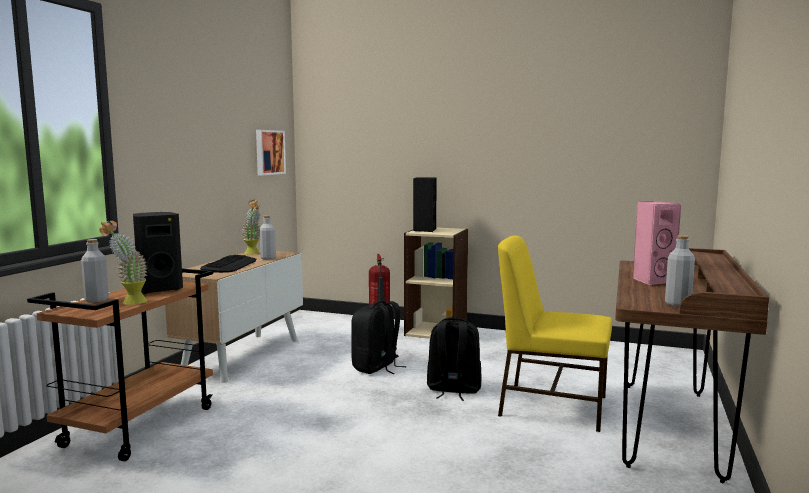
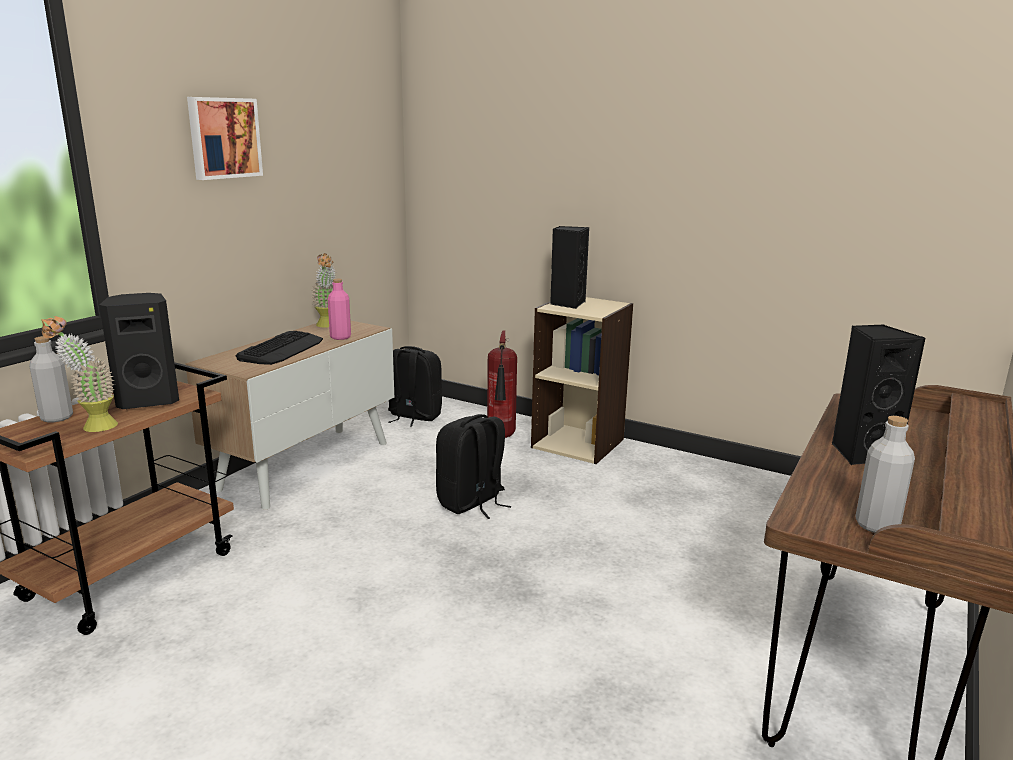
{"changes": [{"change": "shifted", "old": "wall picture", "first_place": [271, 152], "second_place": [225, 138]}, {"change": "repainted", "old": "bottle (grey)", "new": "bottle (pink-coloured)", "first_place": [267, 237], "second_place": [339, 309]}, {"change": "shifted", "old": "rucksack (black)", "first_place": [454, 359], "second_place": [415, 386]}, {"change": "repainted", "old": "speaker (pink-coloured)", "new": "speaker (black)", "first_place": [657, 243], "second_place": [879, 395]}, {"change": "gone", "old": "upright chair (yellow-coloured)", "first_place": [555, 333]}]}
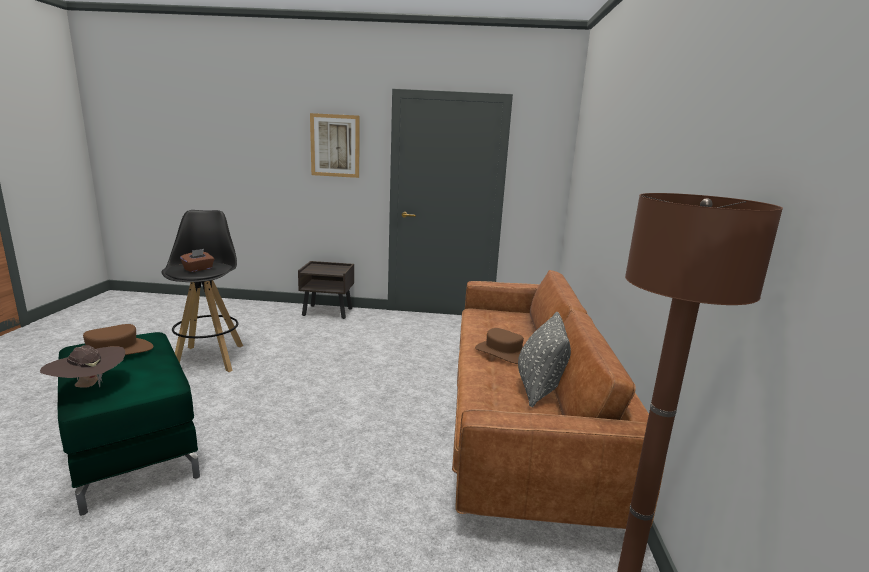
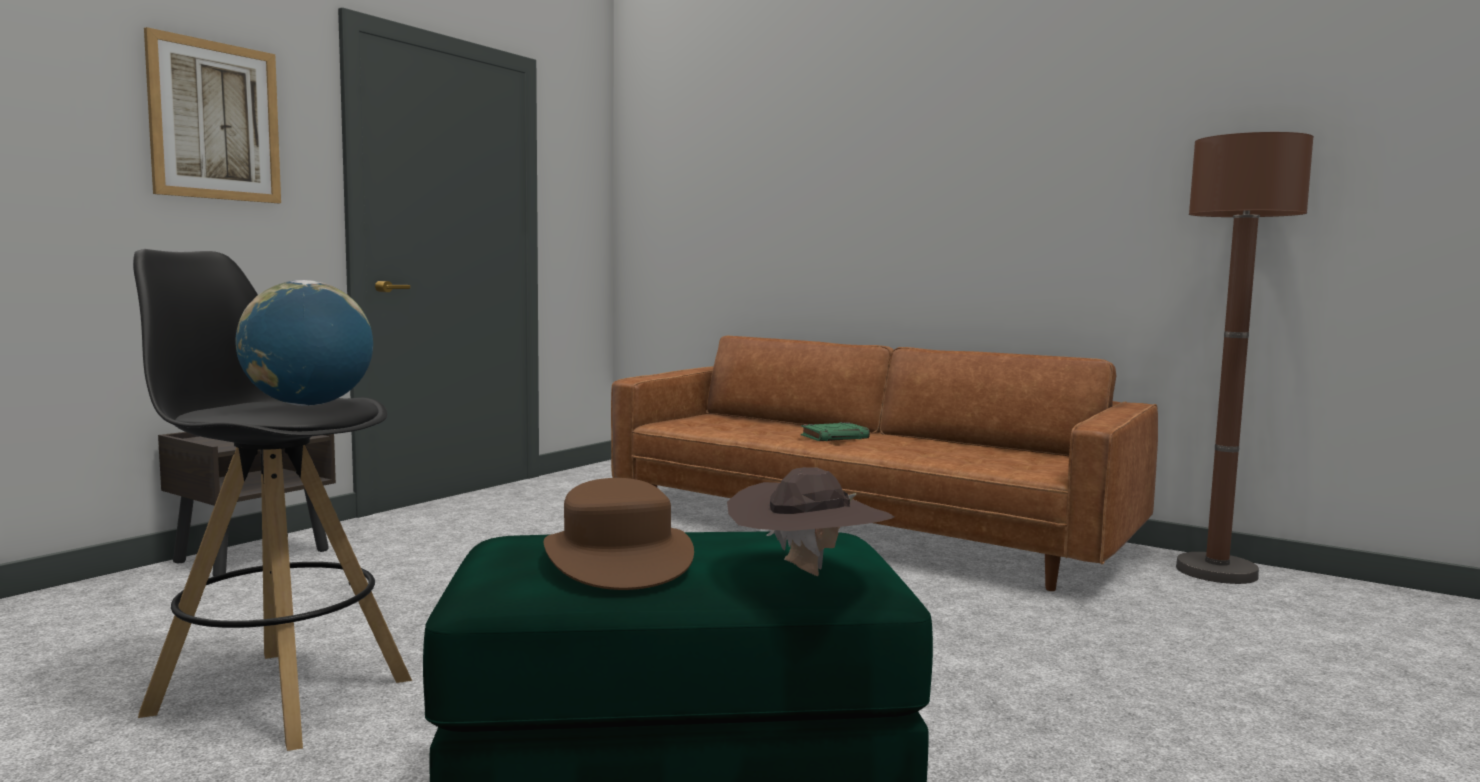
{"changes": [{"change": "swapped", "old": "tissue box (brown-coloured)", "new": "desk globe", "first_place": [197, 260], "second_place": [304, 343]}, {"change": "swapped", "old": "clothing hat (brown-coloured)", "new": "book (green)", "first_place": [499, 346], "second_place": [835, 431]}, {"change": "gone", "old": "pillow (grey)", "first_place": [544, 359]}]}
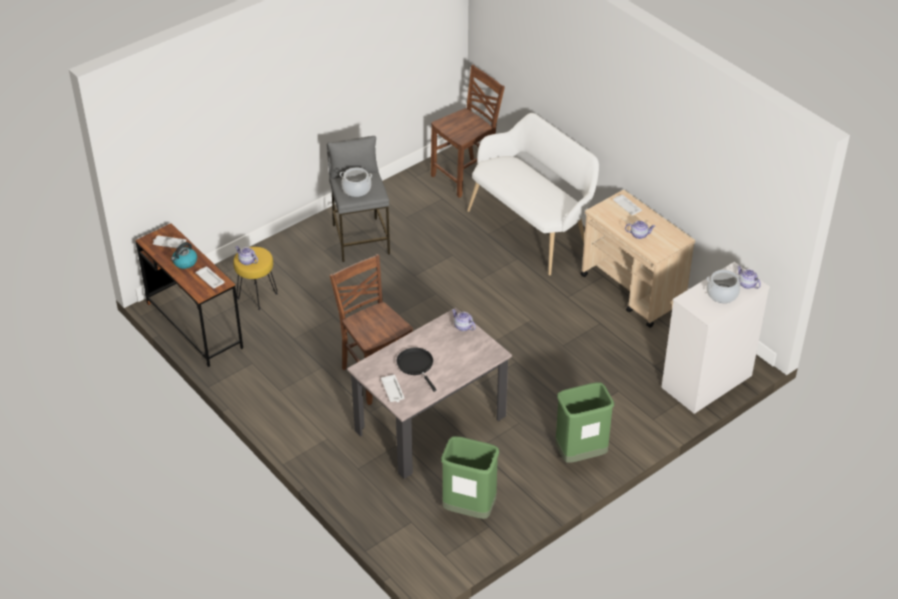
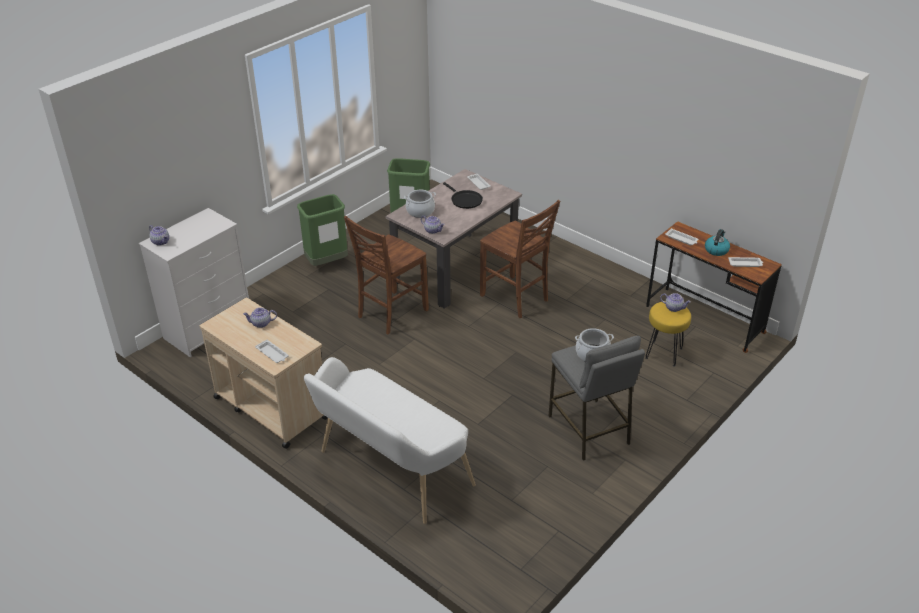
{"changes": [{"change": "shifted", "old": "upright chair (brown-coloured)", "first_place": [468, 131], "second_place": [386, 275]}, {"change": "shifted", "old": "cooking pot", "first_place": [725, 286], "second_place": [420, 204]}]}
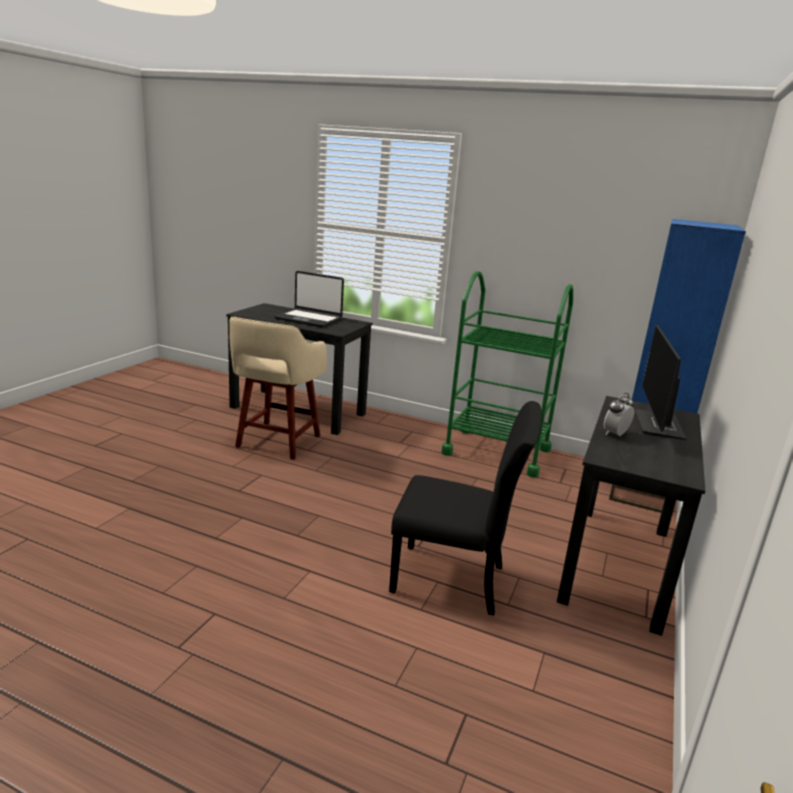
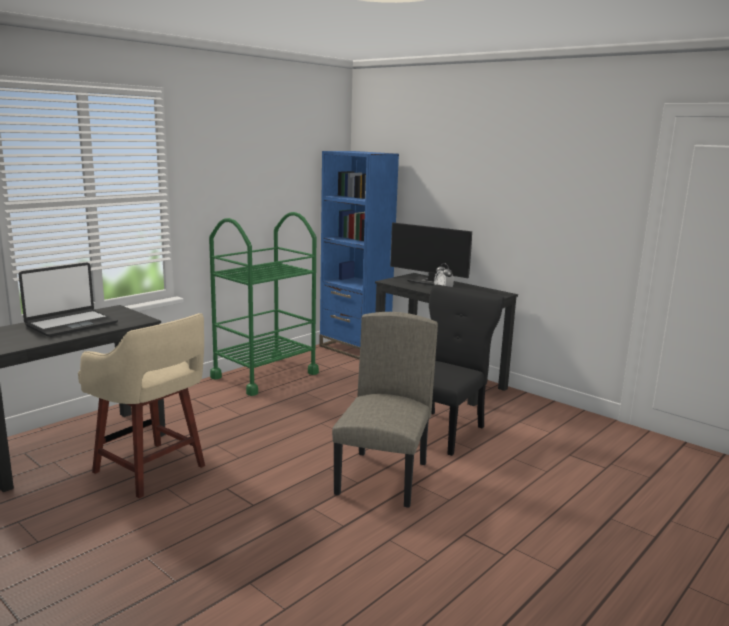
{"changes": [{"change": "new", "new": "upright chair (beige)", "second_place": [385, 410]}]}
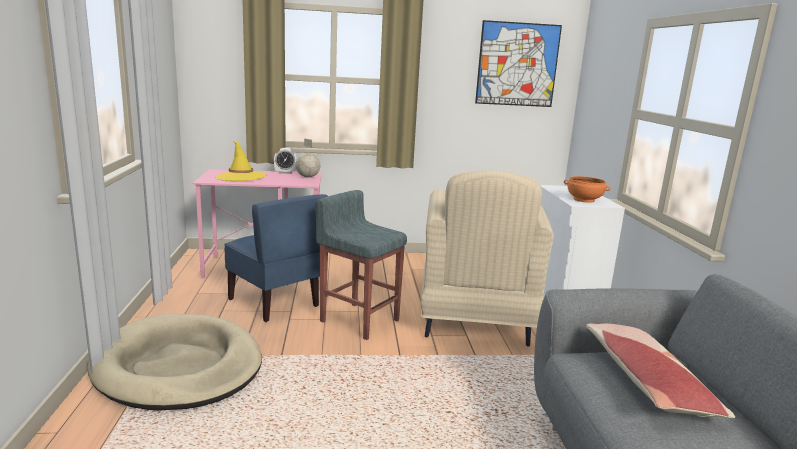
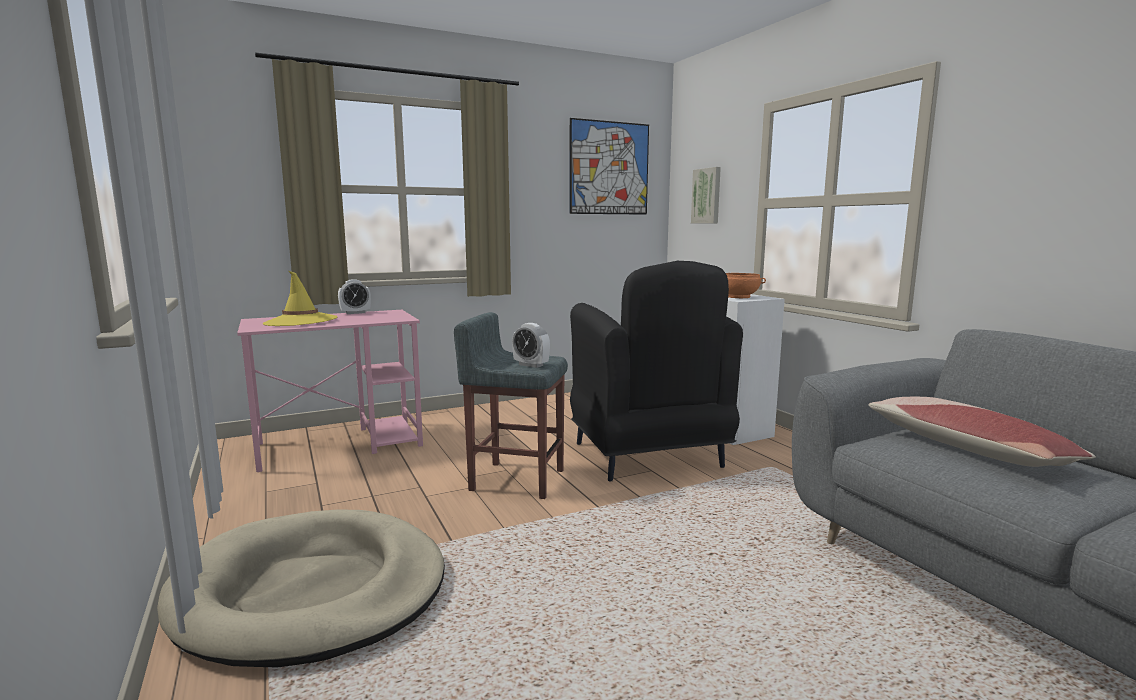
{"changes": [{"change": "new", "new": "table clock", "second_place": [531, 345]}, {"change": "repainted", "old": "easy chair (beige)", "new": "easy chair (black)", "first_place": [487, 258], "second_place": [656, 371]}, {"change": "new", "new": "wall picture", "second_place": [706, 195]}, {"change": "gone", "old": "upright chair (bluish)", "first_place": [276, 258]}, {"change": "gone", "old": "desk globe", "first_place": [308, 158]}]}
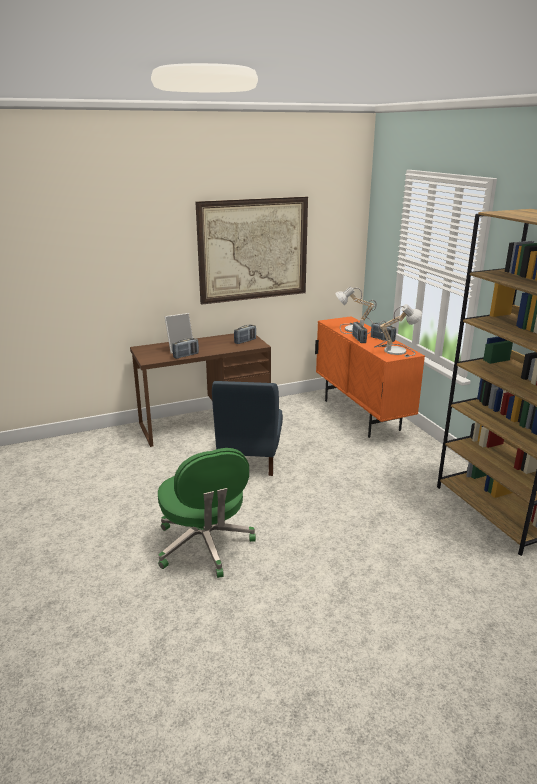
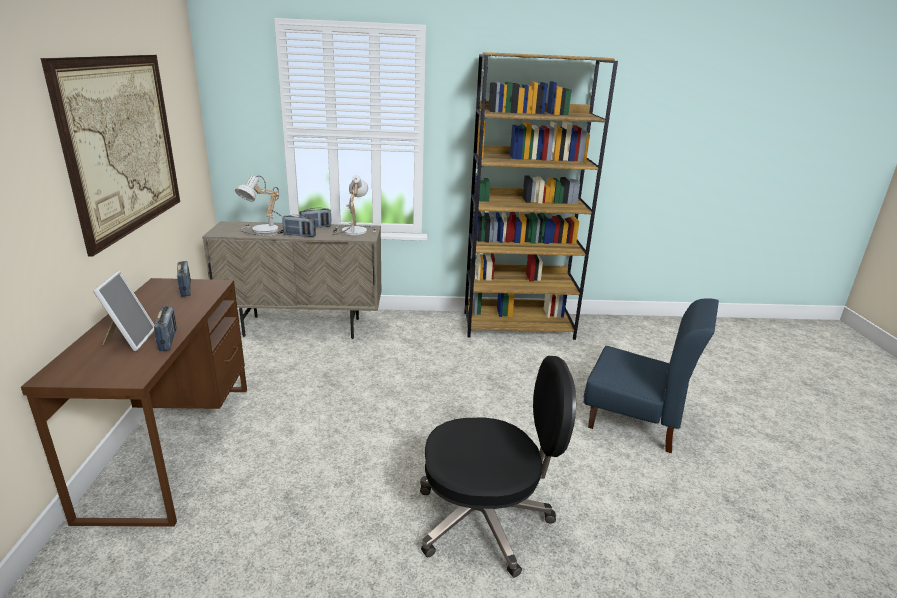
{"changes": [{"change": "repainted", "old": "storage cabinet (orange)", "new": "storage cabinet (beige)", "first_place": [370, 377], "second_place": [292, 280]}, {"change": "repainted", "old": "computer chair (green)", "new": "computer chair (black)", "first_place": [207, 513], "second_place": [498, 467]}, {"change": "shifted", "old": "upright chair (bluish)", "first_place": [247, 428], "second_place": [651, 375]}]}
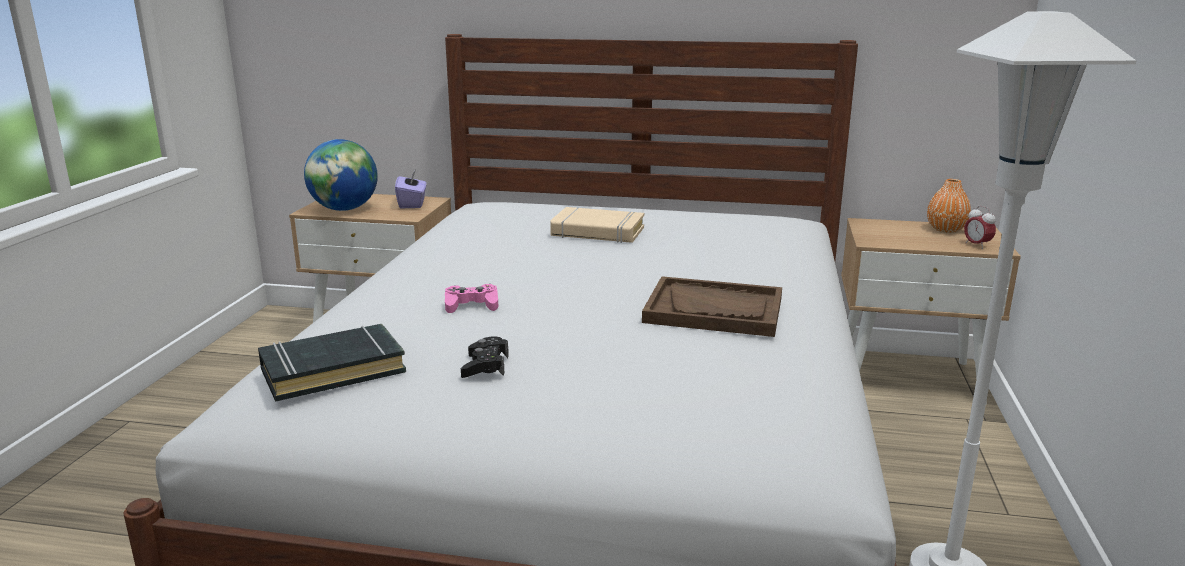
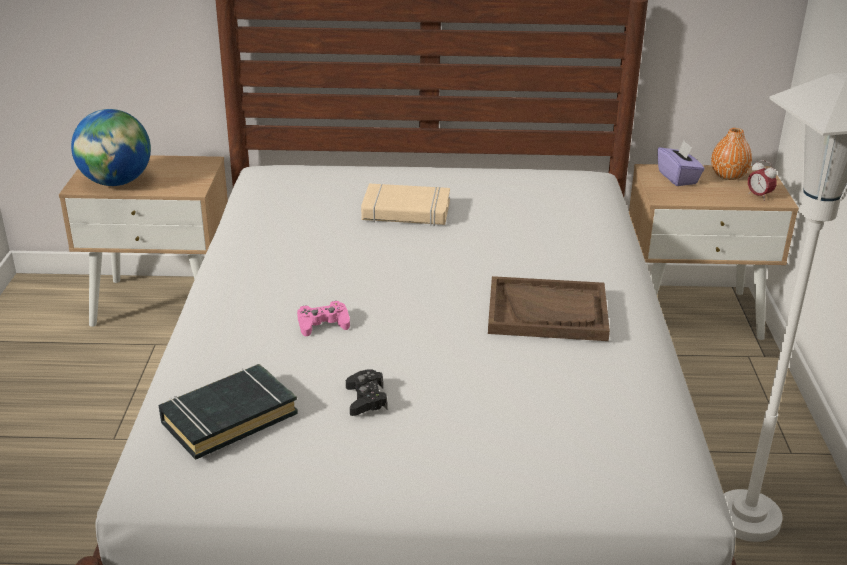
{"changes": [{"change": "shifted", "old": "tissue box (purple)", "first_place": [411, 189], "second_place": [681, 163]}]}
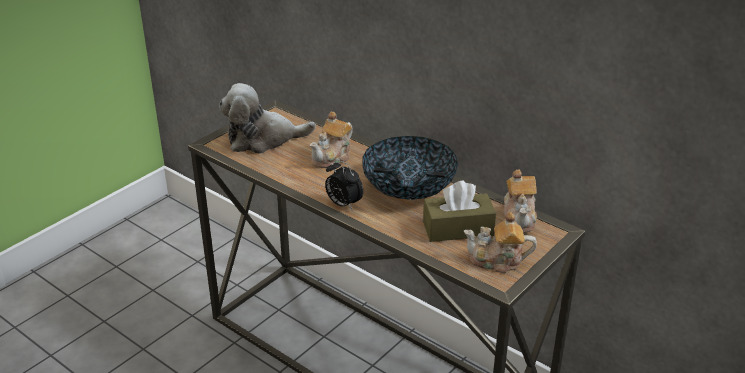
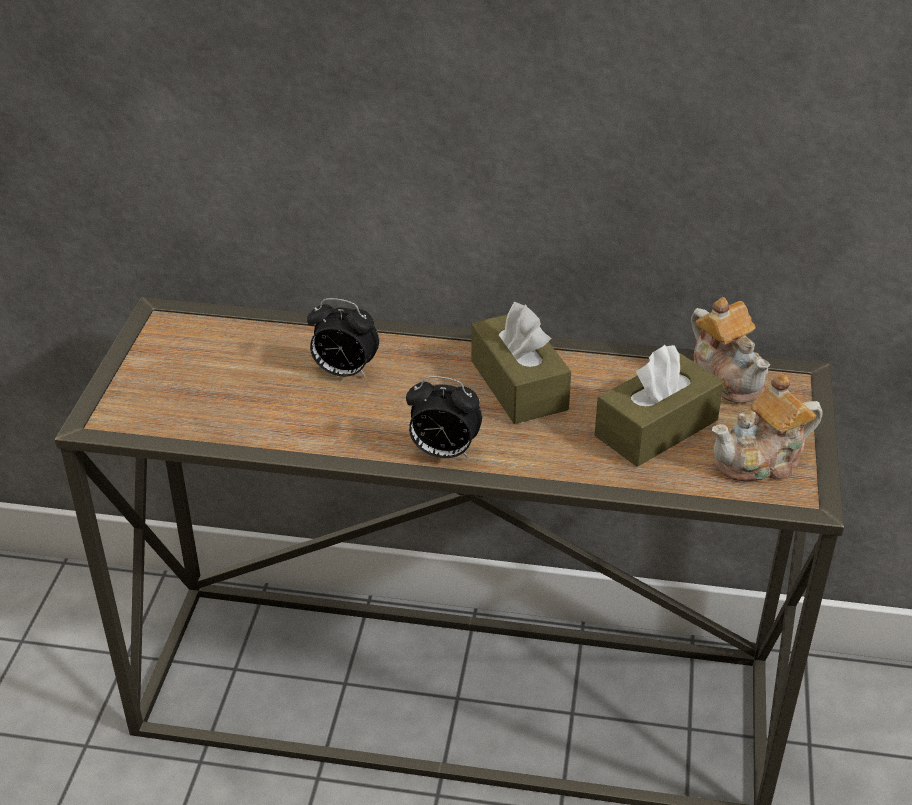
{"changes": [{"change": "swapped", "old": "teapot", "new": "table clock", "first_place": [331, 140], "second_place": [343, 338]}, {"change": "swapped", "old": "bowl", "new": "tissue box (brown-coloured)", "first_place": [410, 168], "second_place": [521, 363]}, {"change": "gone", "old": "cuddly toy", "first_place": [267, 118]}]}
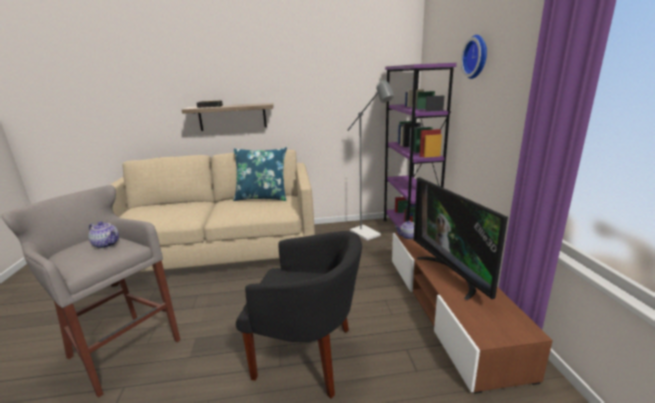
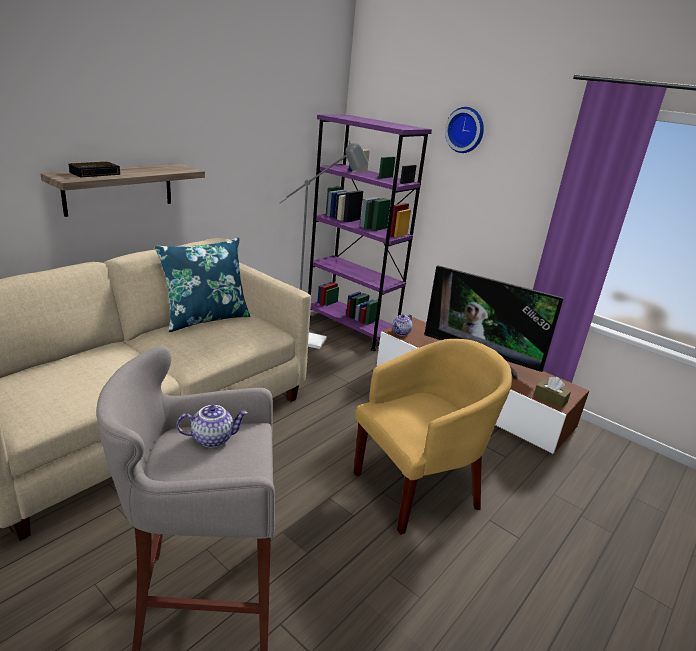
{"changes": [{"change": "repainted", "old": "easy chair (black)", "new": "easy chair (yellow-coloured)", "first_place": [299, 315], "second_place": [433, 437]}, {"change": "new", "new": "tissue box (brown-coloured)", "second_place": [552, 392]}]}
